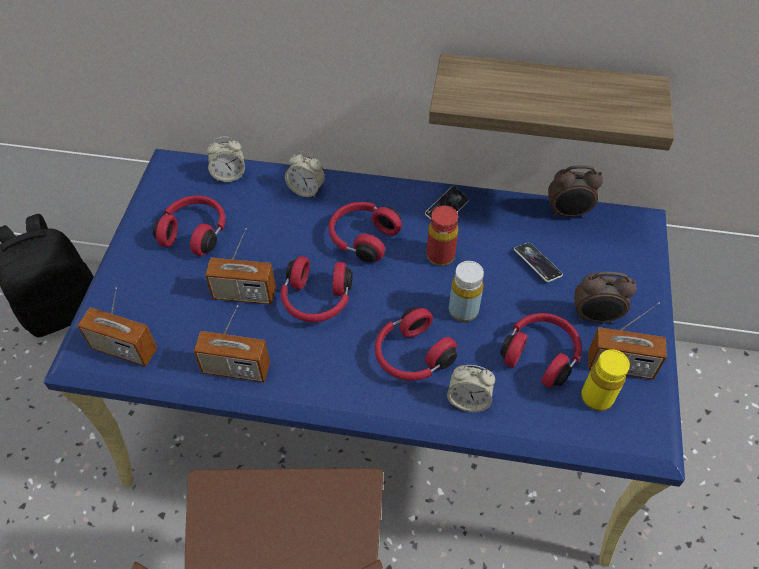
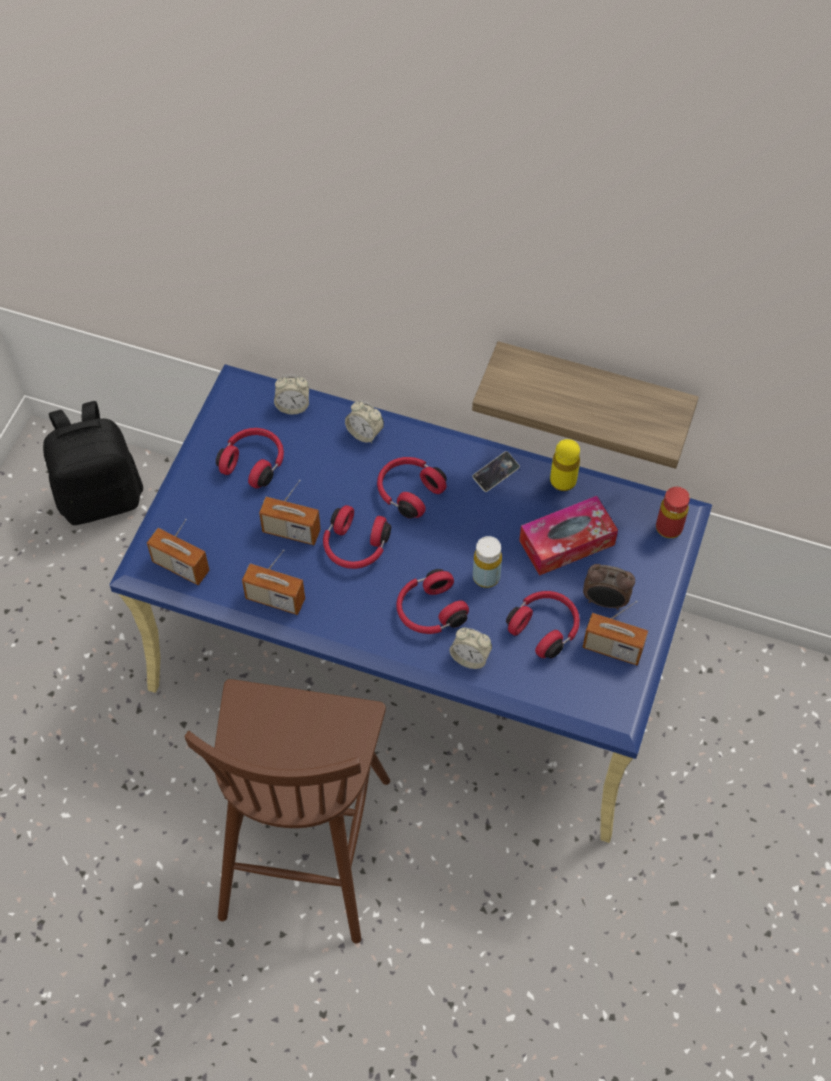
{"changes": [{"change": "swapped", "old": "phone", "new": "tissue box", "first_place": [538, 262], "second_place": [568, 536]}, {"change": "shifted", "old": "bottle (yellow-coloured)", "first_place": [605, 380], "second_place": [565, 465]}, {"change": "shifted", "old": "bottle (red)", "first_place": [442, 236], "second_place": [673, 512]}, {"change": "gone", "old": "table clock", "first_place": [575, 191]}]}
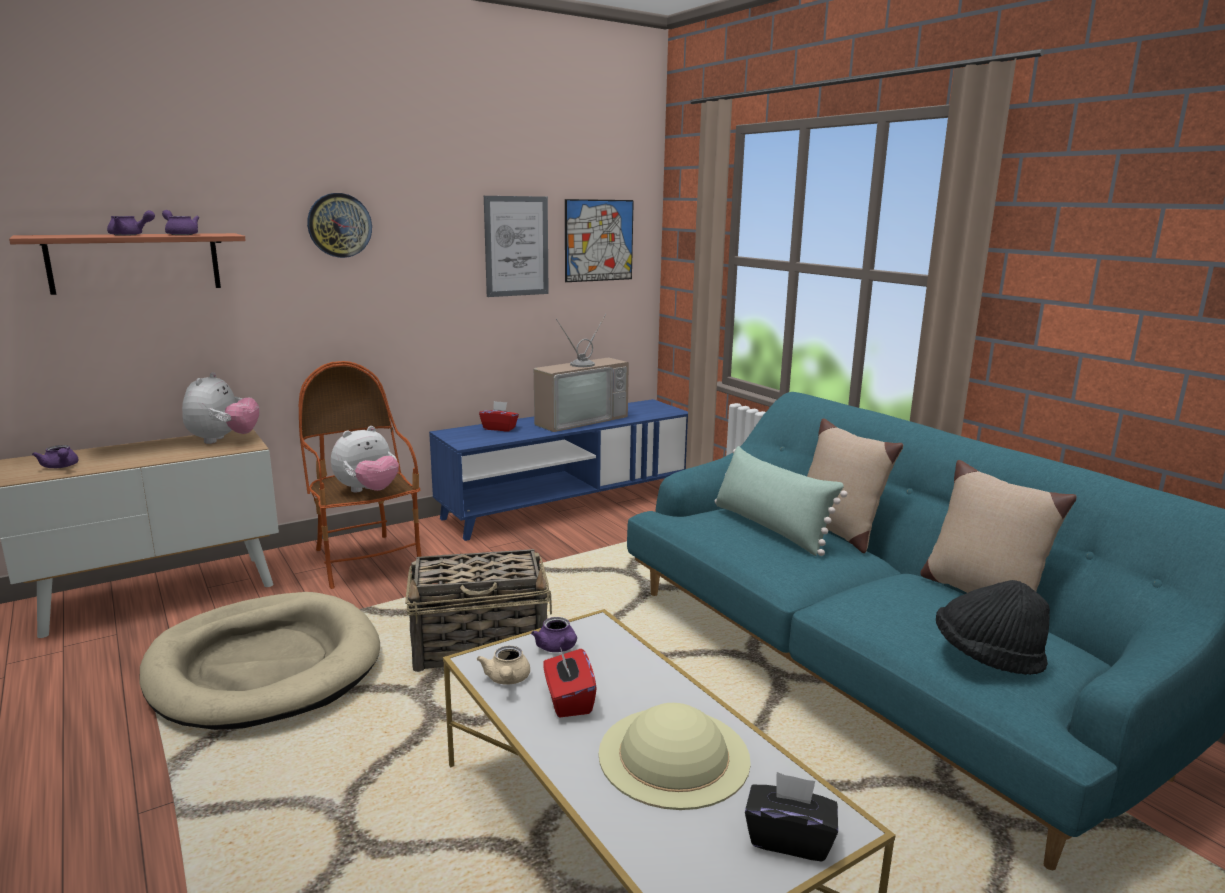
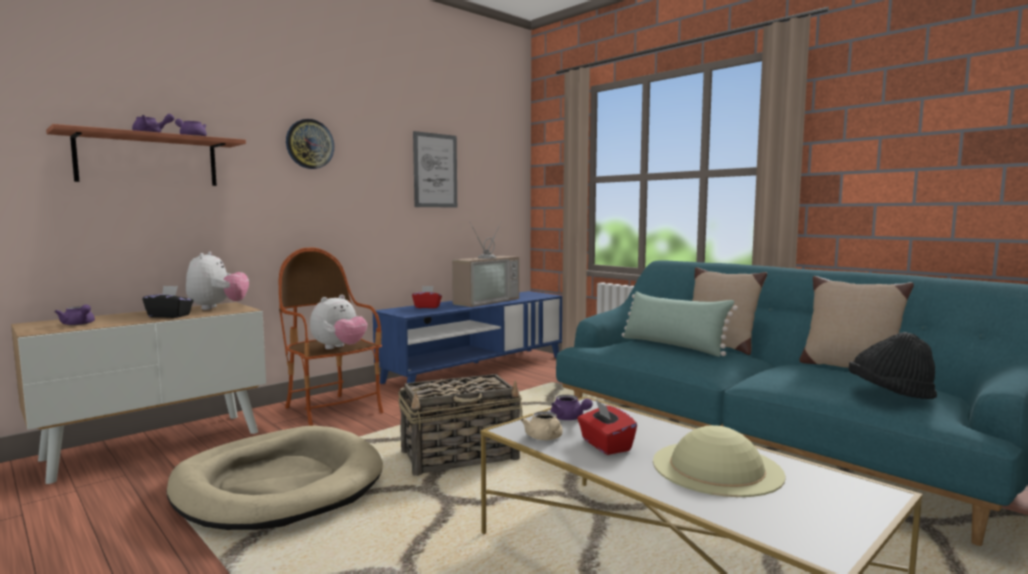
{"changes": [{"change": "shifted", "old": "tissue box (black)", "first_place": [791, 816], "second_place": [168, 302]}, {"change": "gone", "old": "wall picture", "first_place": [599, 240]}]}
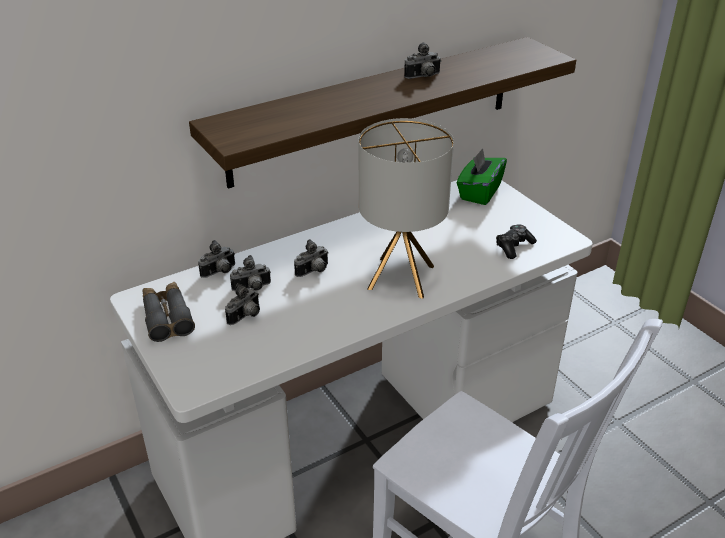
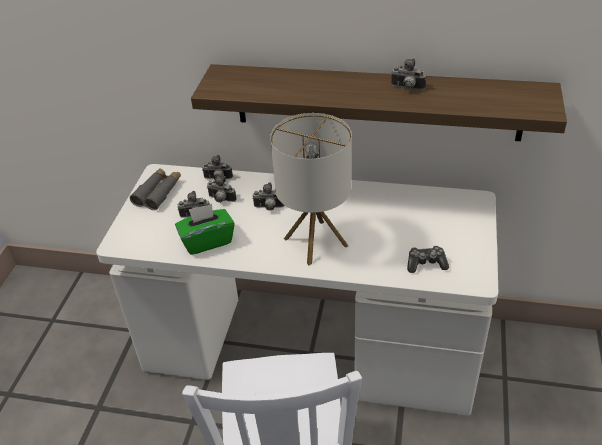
{"changes": [{"change": "shifted", "old": "tissue box (green)", "first_place": [482, 176], "second_place": [205, 229]}]}
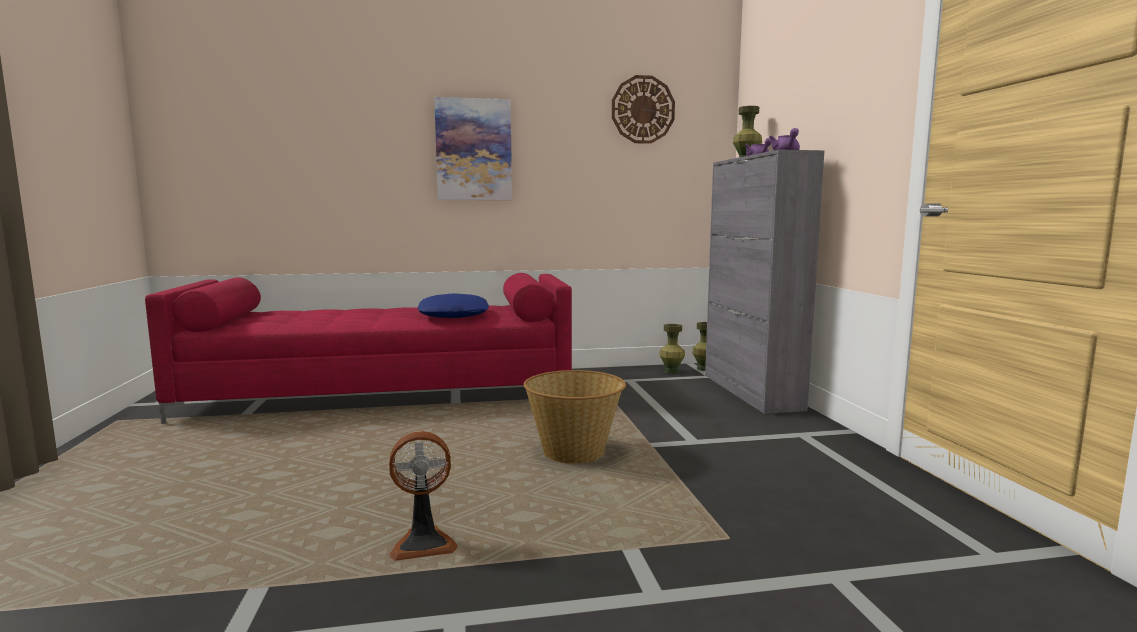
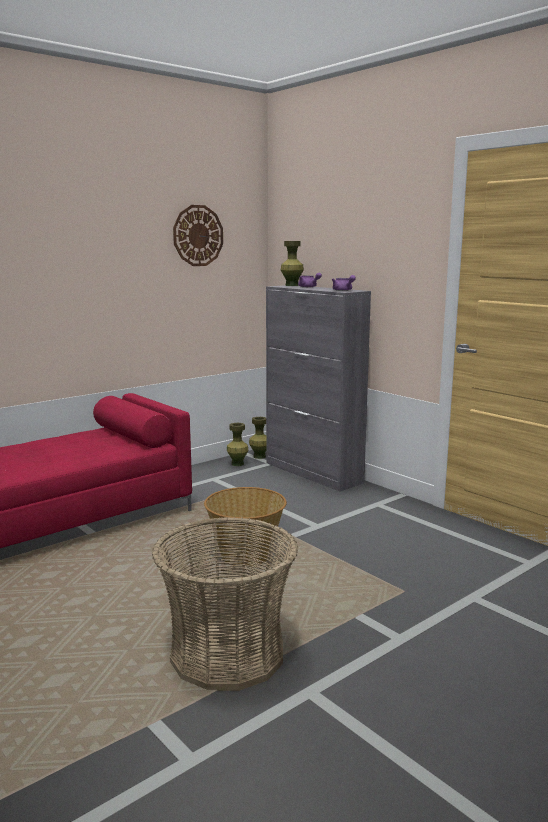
{"changes": [{"change": "swapped", "old": "cooling fan", "new": "basket", "first_place": [423, 496], "second_place": [225, 604]}, {"change": "gone", "old": "pillow (bluish)", "first_place": [453, 305]}, {"change": "gone", "old": "wall picture", "first_place": [473, 148]}]}
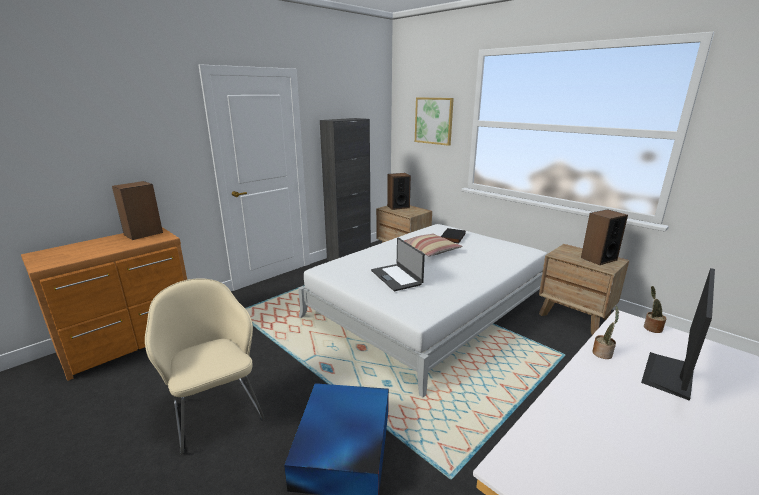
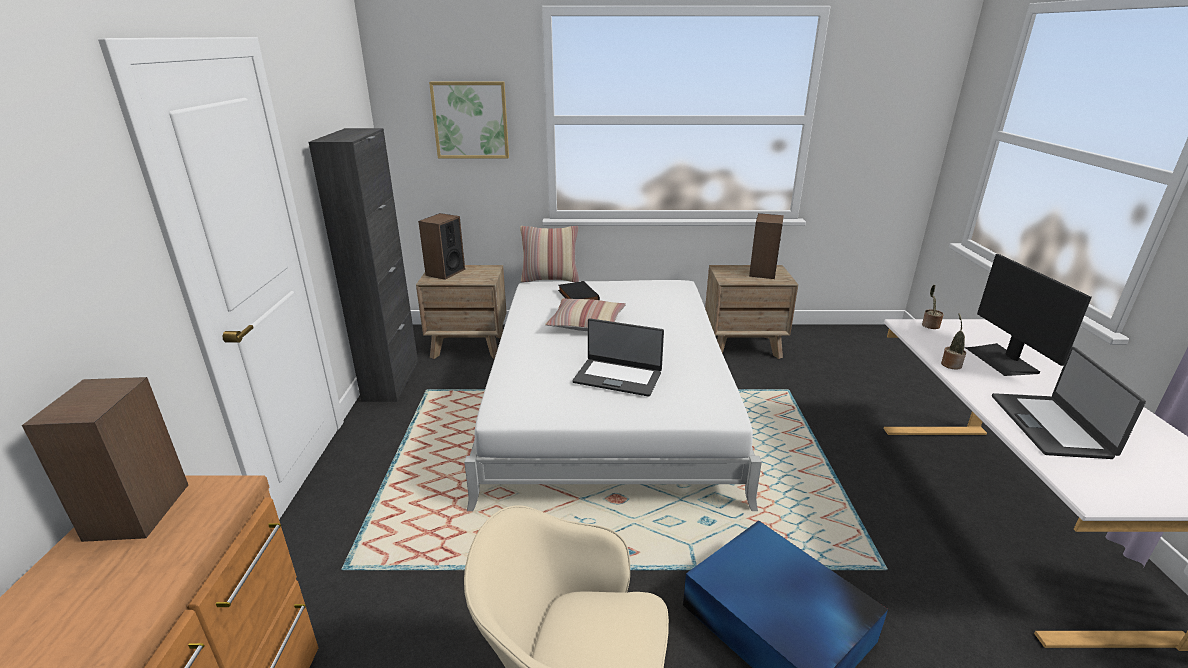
{"changes": [{"change": "new", "new": "pillow", "second_place": [549, 254]}, {"change": "new", "new": "notebook computer", "second_place": [1069, 403]}]}
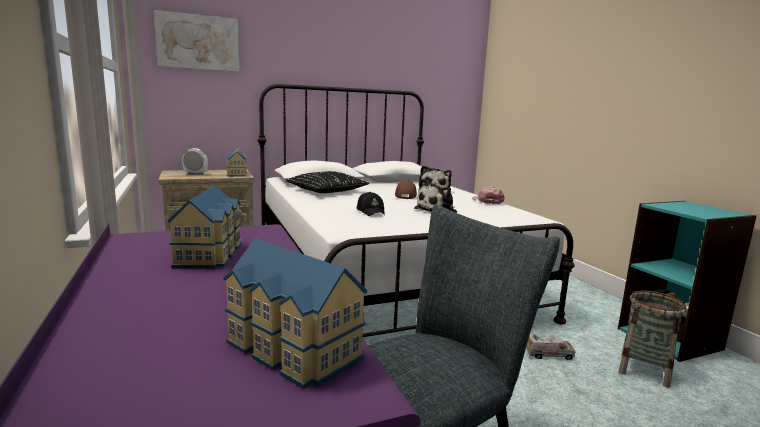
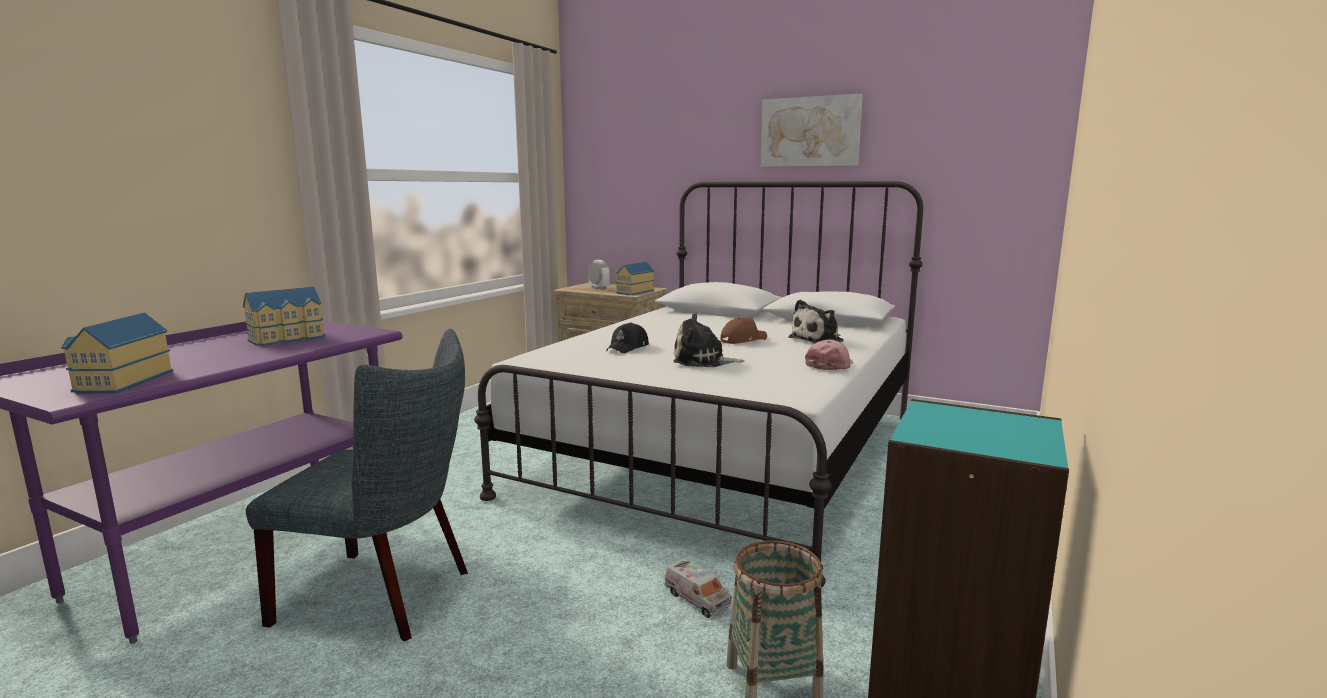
{"changes": [{"change": "shifted", "old": "wall picture", "first_place": [196, 41], "second_place": [811, 130]}, {"change": "gone", "old": "pillow (black)", "first_place": [327, 182]}]}
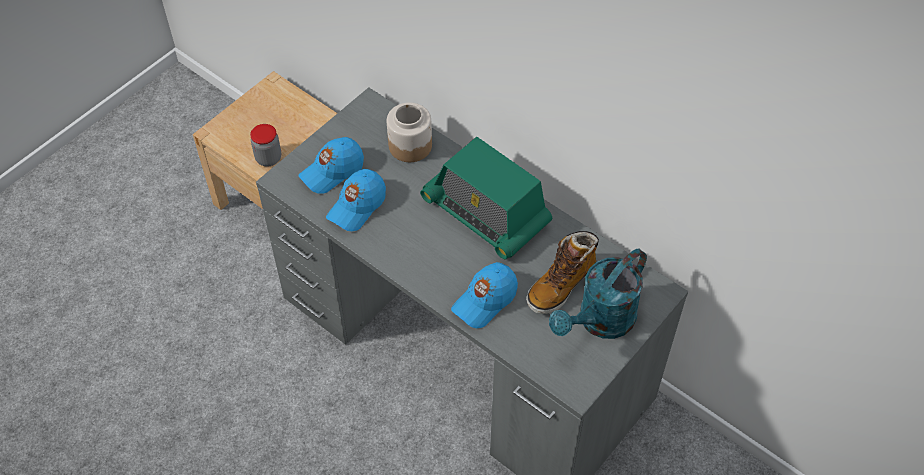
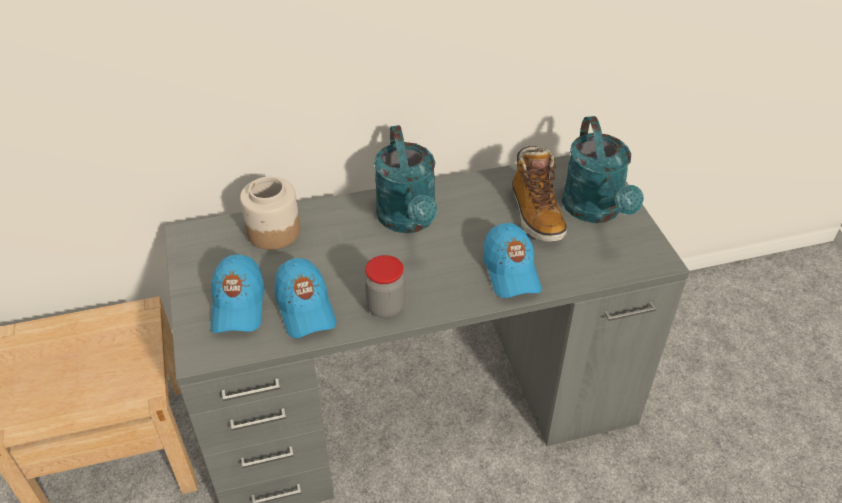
{"changes": [{"change": "shifted", "old": "preserve jar", "first_place": [265, 145], "second_place": [384, 286]}, {"change": "swapped", "old": "radio set", "new": "sprinkling can (turquoise-coloured)", "first_place": [486, 198], "second_place": [406, 179]}]}
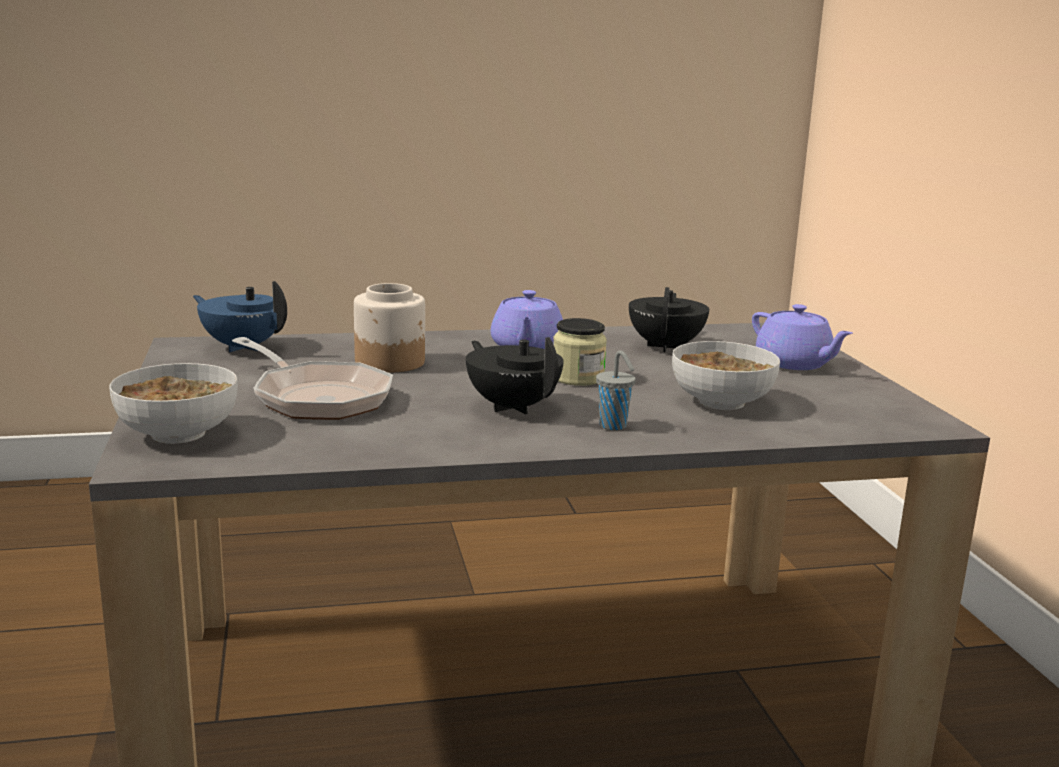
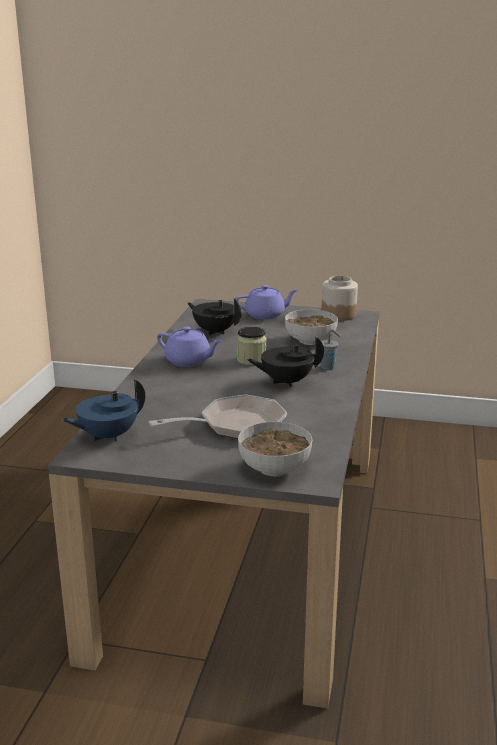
{"changes": [{"change": "shifted", "old": "preserve jar", "first_place": [389, 328], "second_place": [339, 298]}]}
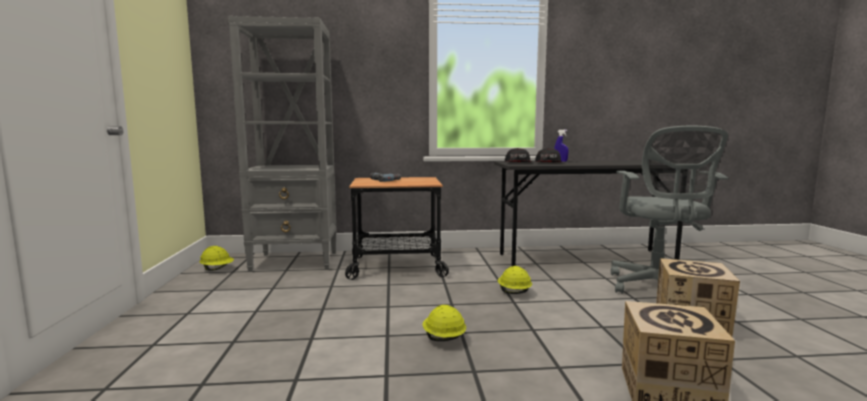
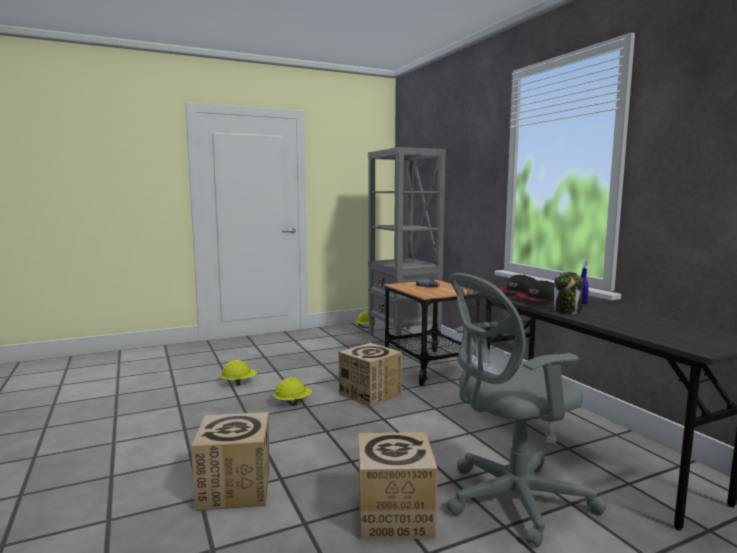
{"changes": [{"change": "shifted", "old": "hard hat (yellow-coloured)", "first_place": [515, 280], "second_place": [238, 373]}, {"change": "new", "new": "packing box", "second_place": [370, 375]}, {"change": "new", "new": "preserve jar", "second_place": [568, 293]}]}
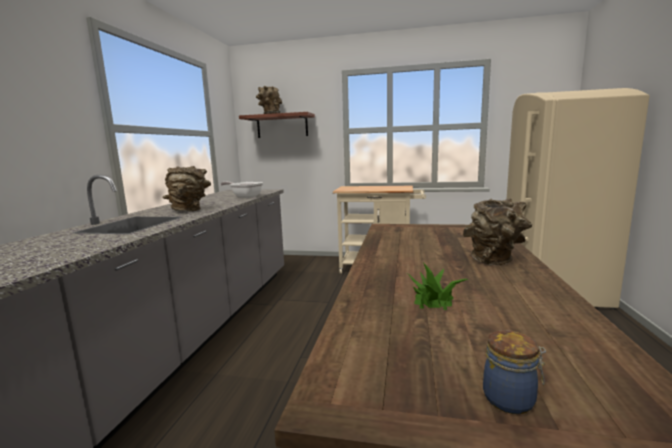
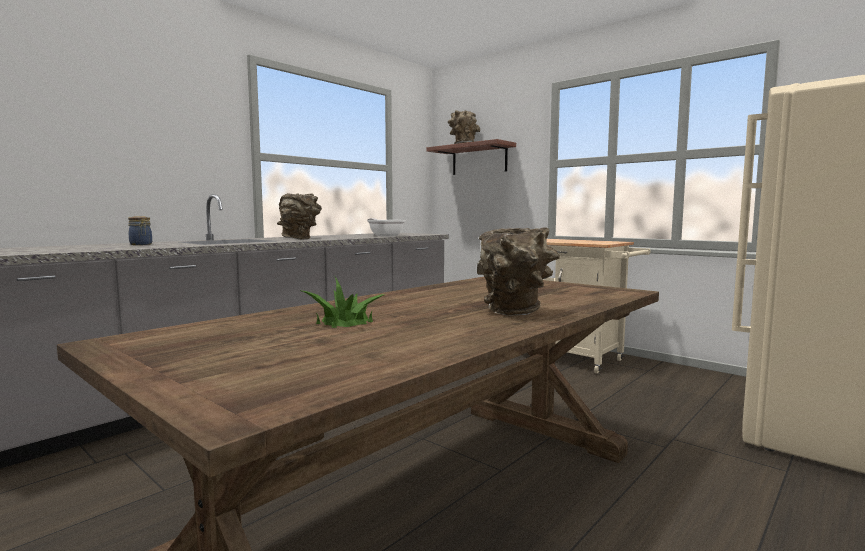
{"changes": [{"change": "shifted", "old": "preserve jar", "first_place": [514, 372], "second_place": [140, 231]}]}
